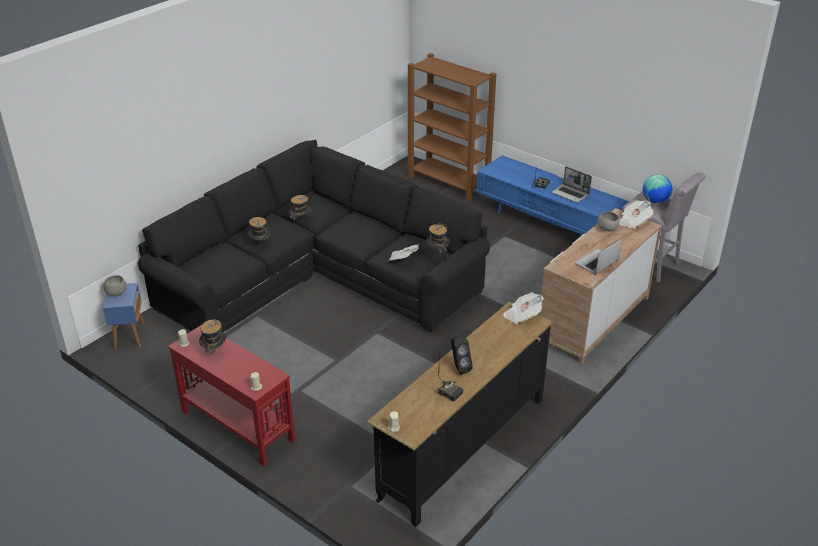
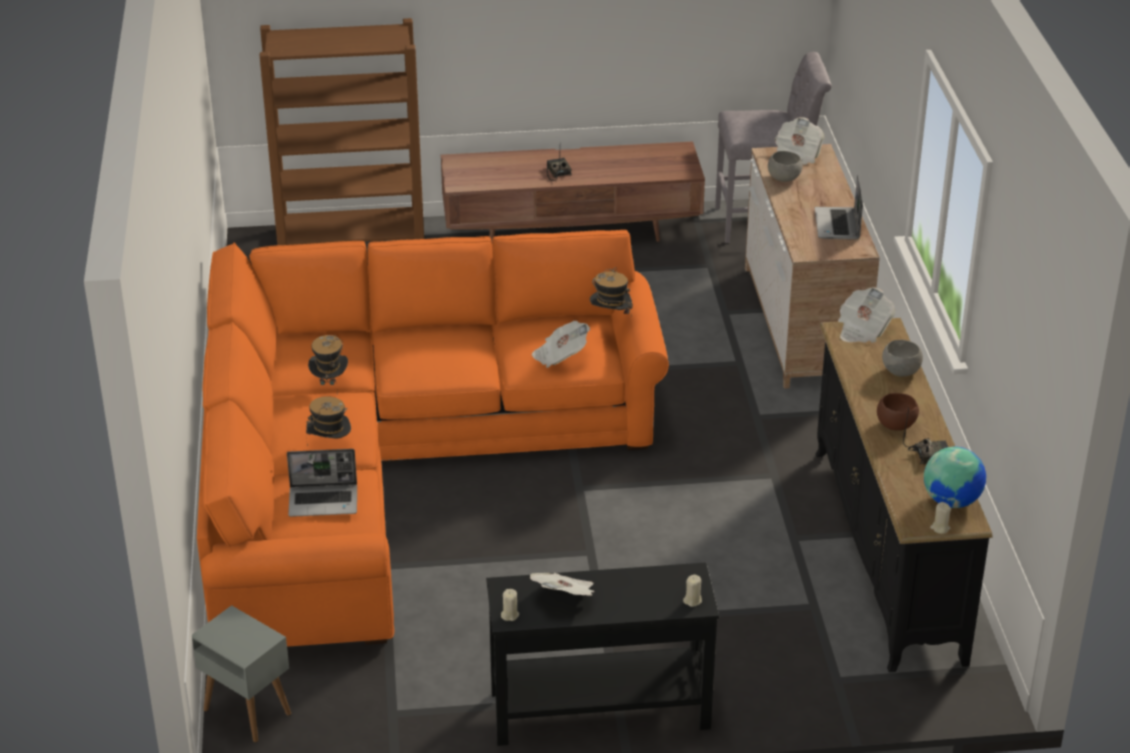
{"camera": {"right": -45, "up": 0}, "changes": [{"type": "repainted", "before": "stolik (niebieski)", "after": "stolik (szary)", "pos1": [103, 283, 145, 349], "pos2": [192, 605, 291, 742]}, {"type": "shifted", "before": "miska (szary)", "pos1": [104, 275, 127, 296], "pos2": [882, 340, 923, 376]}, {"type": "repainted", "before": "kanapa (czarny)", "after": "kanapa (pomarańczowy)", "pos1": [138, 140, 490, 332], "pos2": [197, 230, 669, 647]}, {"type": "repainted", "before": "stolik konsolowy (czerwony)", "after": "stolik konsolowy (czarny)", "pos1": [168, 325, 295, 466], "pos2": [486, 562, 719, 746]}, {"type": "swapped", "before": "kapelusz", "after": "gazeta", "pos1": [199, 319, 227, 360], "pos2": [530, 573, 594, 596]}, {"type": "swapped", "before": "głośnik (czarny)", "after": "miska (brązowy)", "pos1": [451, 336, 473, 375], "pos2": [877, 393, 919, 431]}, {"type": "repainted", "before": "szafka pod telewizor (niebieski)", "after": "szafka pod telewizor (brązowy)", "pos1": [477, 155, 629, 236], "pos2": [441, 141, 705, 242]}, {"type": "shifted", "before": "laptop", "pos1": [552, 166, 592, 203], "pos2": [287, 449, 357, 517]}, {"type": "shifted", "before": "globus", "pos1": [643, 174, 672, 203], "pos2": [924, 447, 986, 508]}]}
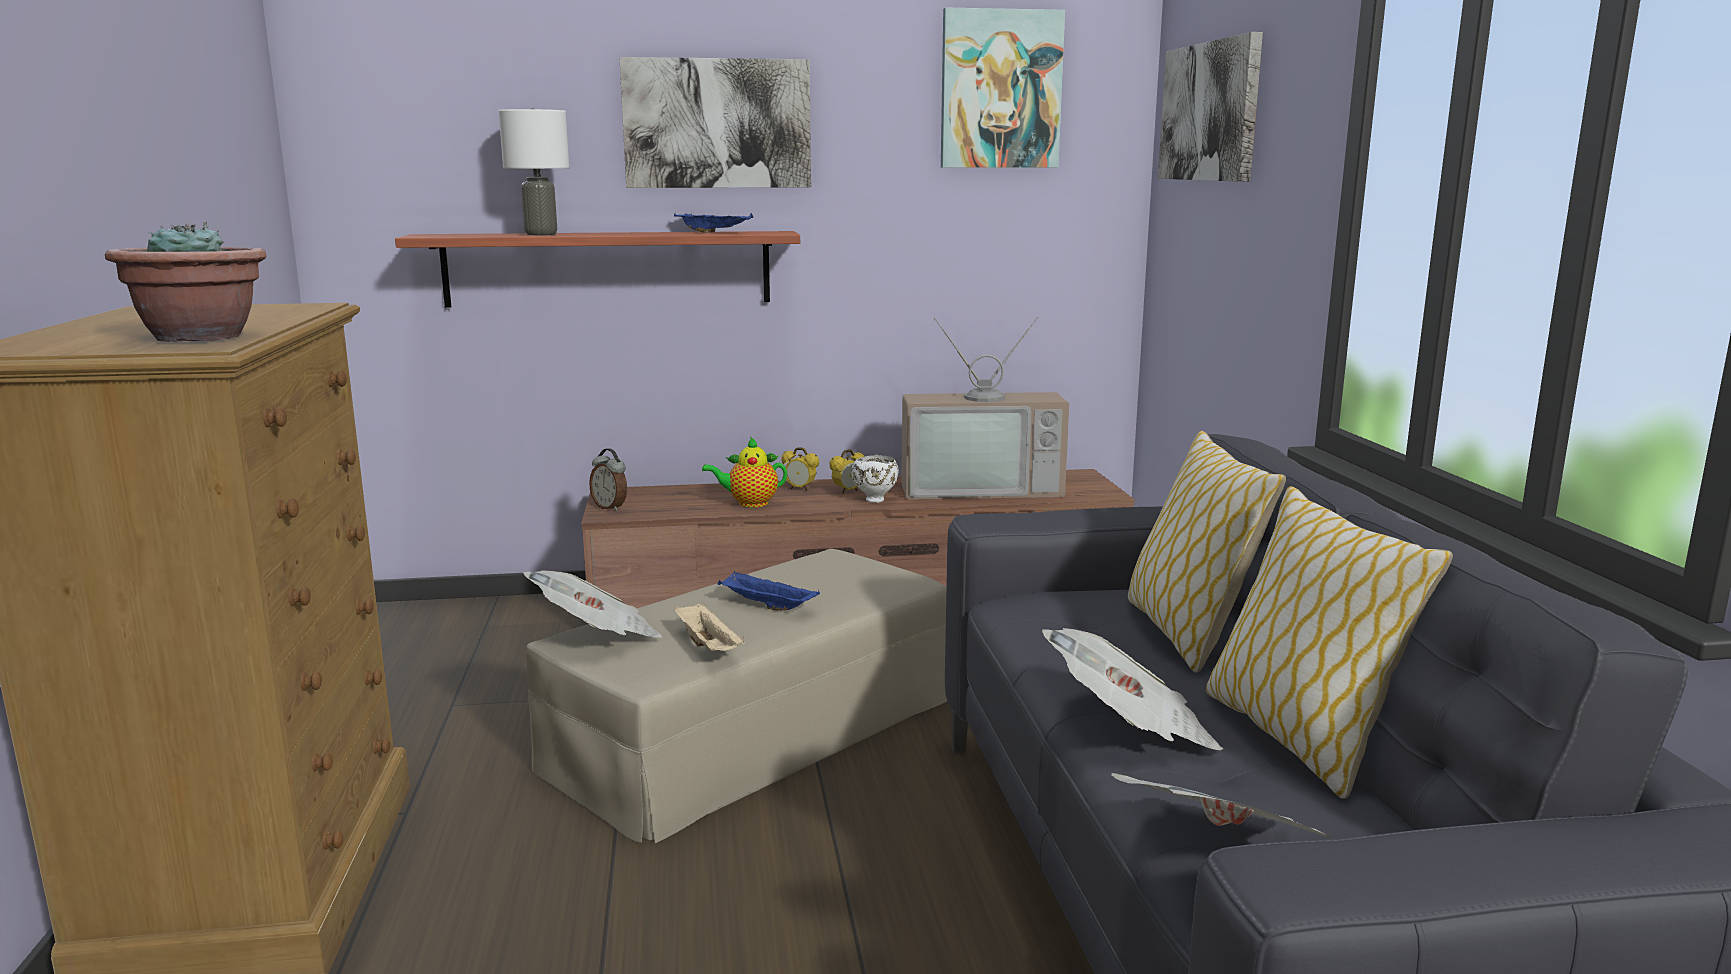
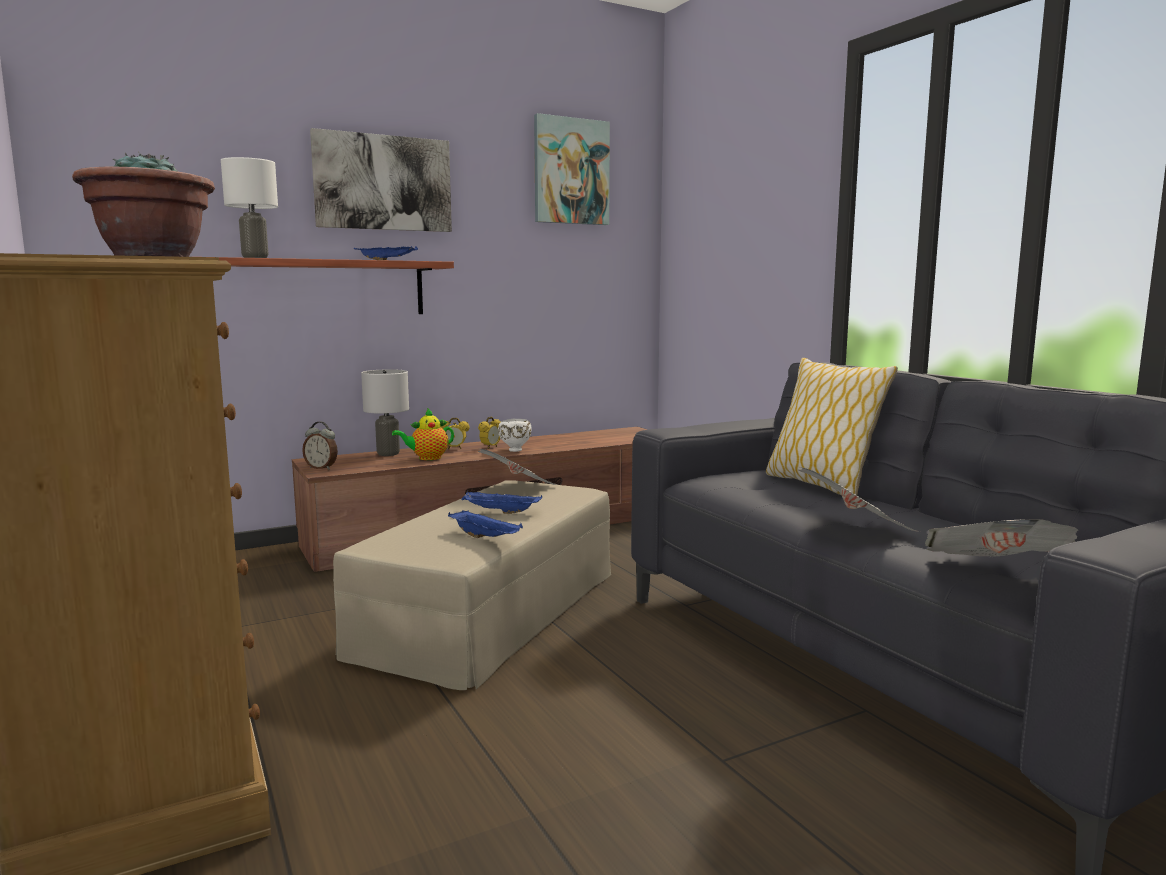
{"camera": {"right": -20, "up": -5}, "changes": [{"type": "shifted", "before": "gazeta", "pos1": [523, 571, 664, 638], "pos2": [478, 449, 559, 485]}, {"type": "repainted", "before": "taca (beżowy)", "after": "taca (niebieski)", "pos1": [675, 604, 745, 651], "pos2": [448, 510, 523, 538]}, {"type": "gone", "before": "telewizor", "pos1": [902, 317, 1069, 500]}, {"type": "gone", "before": "obraz", "pos1": [1158, 32, 1263, 182]}, {"type": "gone", "before": "poduszka", "pos1": [1206, 486, 1453, 799]}, {"type": "new", "after": "lampa stołowa (biały)", "pos2": [361, 369, 409, 456]}]}
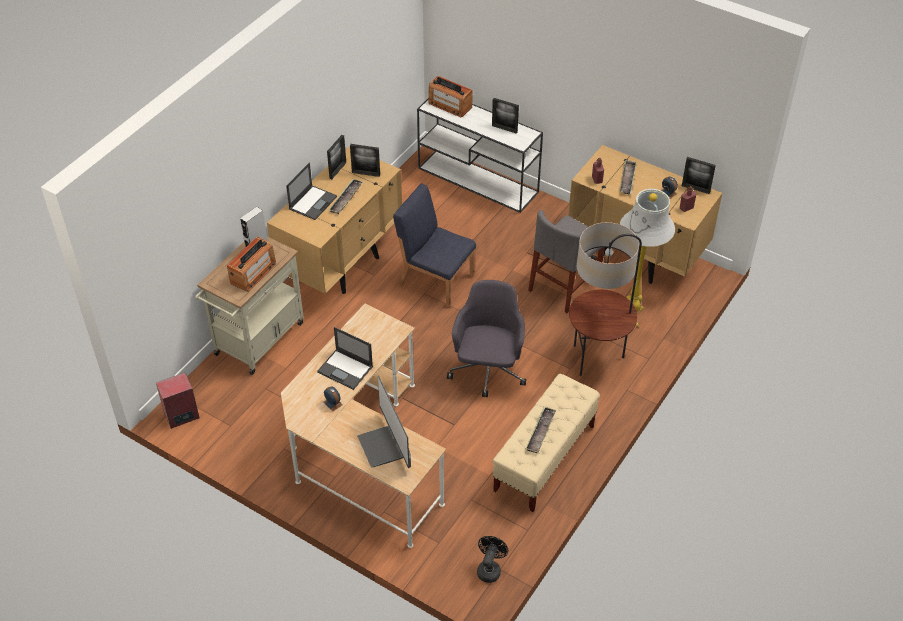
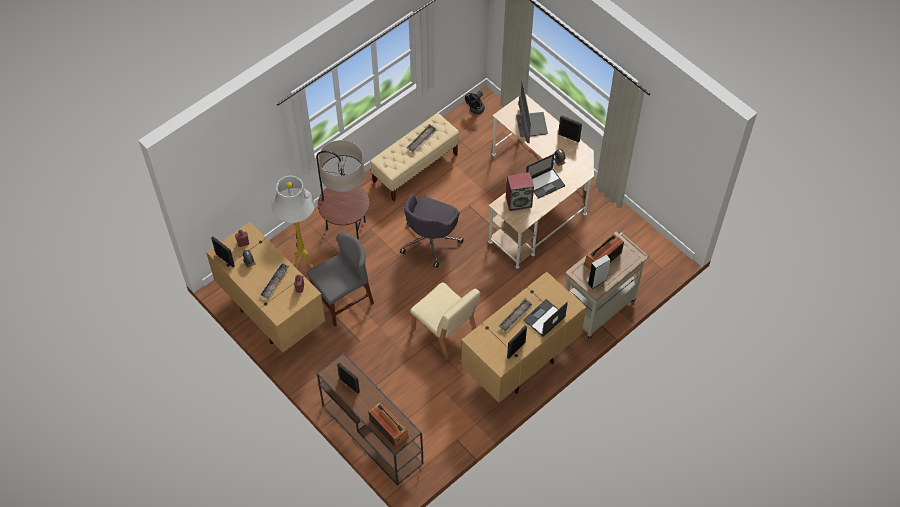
{"camera": {"right": -165, "up": 10}, "changes": [{"type": "shifted", "before": "głośnik", "pos1": [156, 372, 200, 429], "pos2": [506, 172, 534, 211]}, {"type": "rotated", "before": "laptop", "pos1": [317, 327, 373, 390], "pos2": [526, 154, 565, 199], "turn": 105}, {"type": "shifted", "before": "ramka na zdjęcie", "pos1": [350, 144, 380, 177], "pos2": [558, 115, 582, 143]}, {"type": "repainted", "before": "krzesło (niebieski)", "after": "krzesło (beżowy)", "pos1": [393, 183, 476, 307], "pos2": [410, 282, 480, 360]}, {"type": "repainted", "before": "stolik konsolowy (biały)", "after": "stolik konsolowy (brązowy)", "pos1": [417, 99, 543, 213], "pos2": [317, 352, 423, 486]}]}
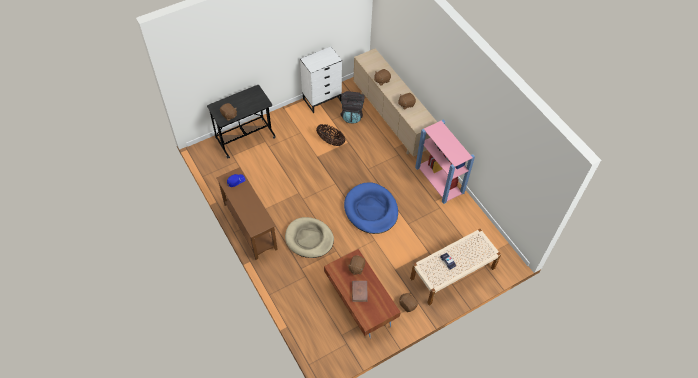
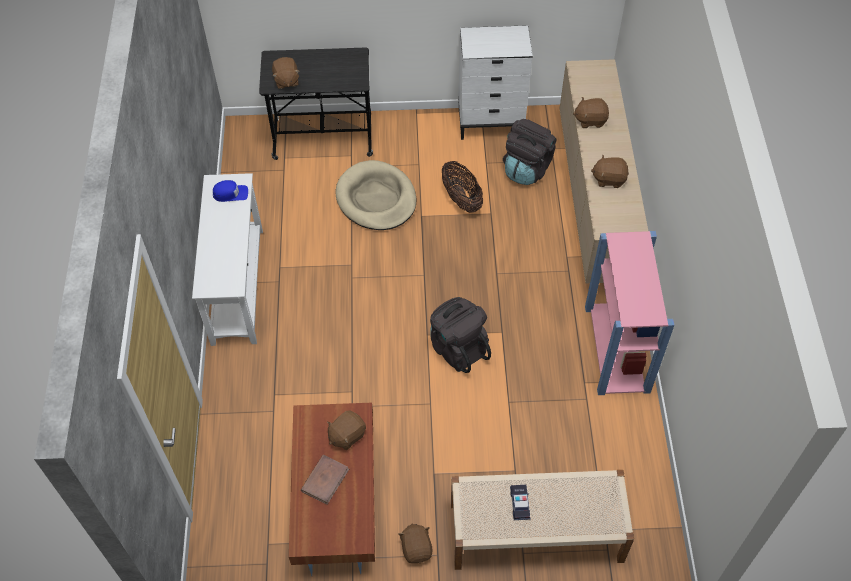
{"camera": {"right": 30, "up": 0}, "changes": [{"type": "repainted", "before": "stolik konsolowy (brązowy)", "after": "stolik konsolowy (biały)", "pos1": [216, 167, 278, 260], "pos2": [192, 173, 263, 346]}, {"type": "shifted", "before": "legowisko (beżowy)", "pos1": [285, 217, 334, 258], "pos2": [335, 160, 416, 230]}, {"type": "swapped", "before": "legowisko (niebieski)", "after": "plecak (czarny)", "pos1": [344, 183, 398, 234], "pos2": [430, 297, 491, 373]}]}
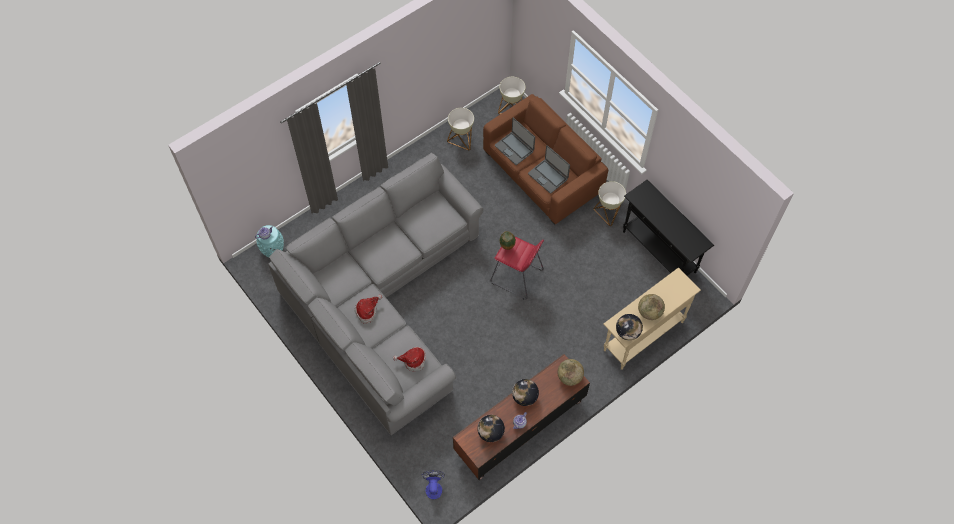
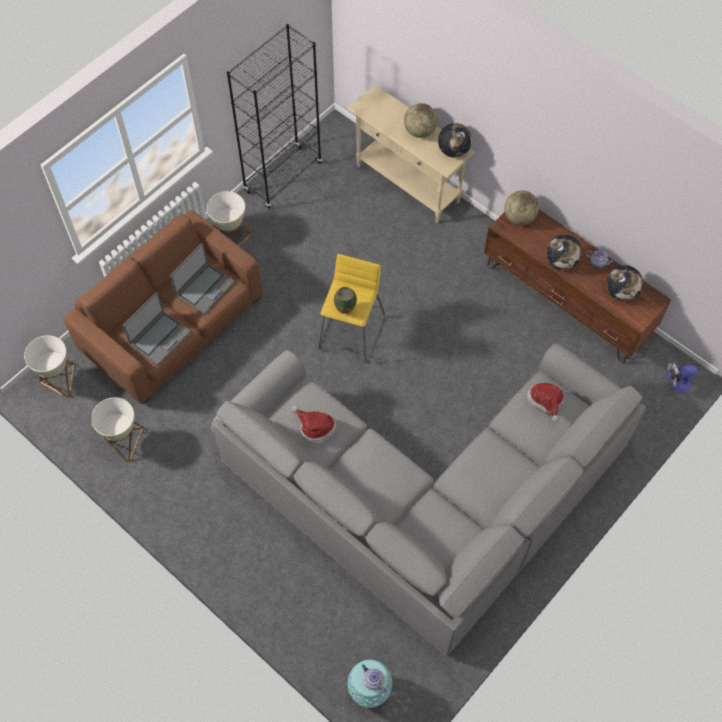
{"camera": {"right": -100, "up": 0}, "changes": [{"type": "shifted", "before": "kapelusz", "pos1": [355, 295, 382, 324], "pos2": [292, 406, 337, 446]}, {"type": "repainted", "before": "stołek (czerwony)", "after": "stołek (żółty)", "pos1": [490, 237, 544, 300], "pos2": [318, 254, 385, 363]}, {"type": "swapped", "before": "stolik konsolowy (czarny)", "after": "regał (czarny)", "pos1": [623, 180, 714, 276], "pos2": [227, 24, 322, 209]}]}
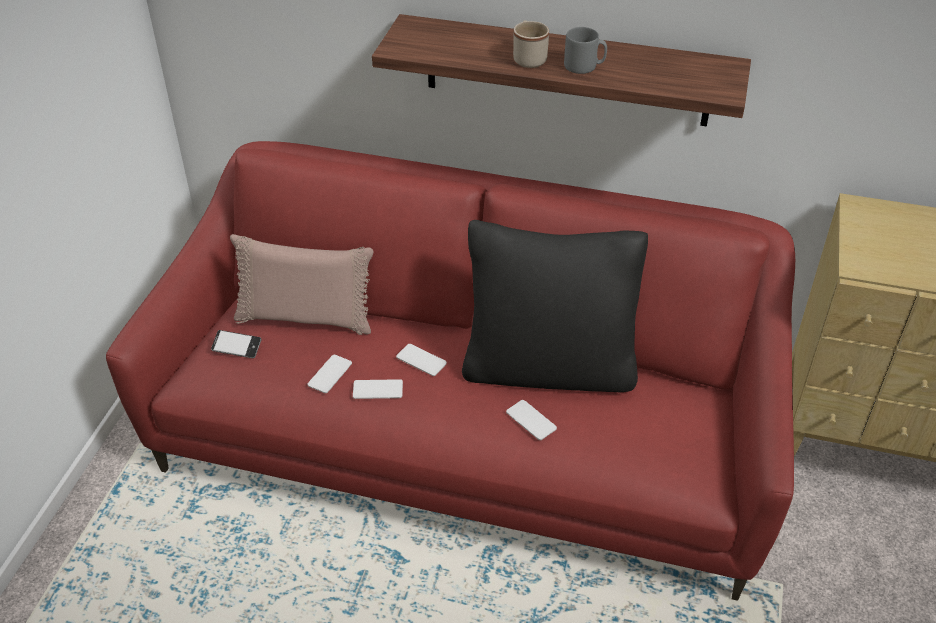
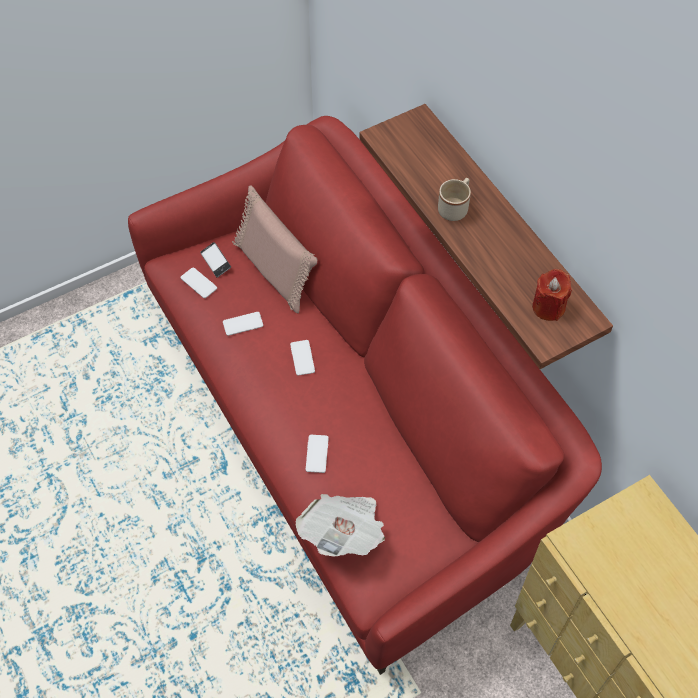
{"camera": {"right": 45, "up": 15}, "changes": [{"type": "shifted", "before": "telefon", "pos1": [353, 379, 403, 399], "pos2": [181, 267, 217, 298]}, {"type": "gone", "before": "poduszka (czarny)", "pos1": [462, 220, 648, 392]}, {"type": "gone", "before": "kubek (szary)", "pos1": [564, 27, 607, 74]}, {"type": "new", "after": "gazeta", "pos2": [295, 494, 385, 557]}, {"type": "new", "after": "świeca (czerwony)", "pos2": [532, 269, 572, 321]}]}
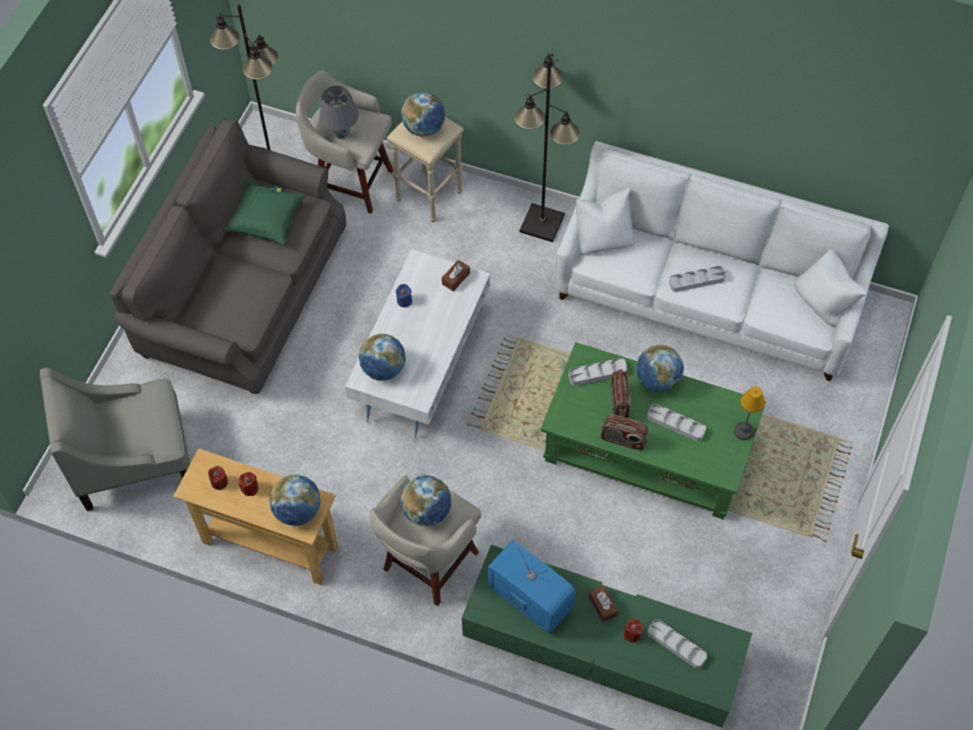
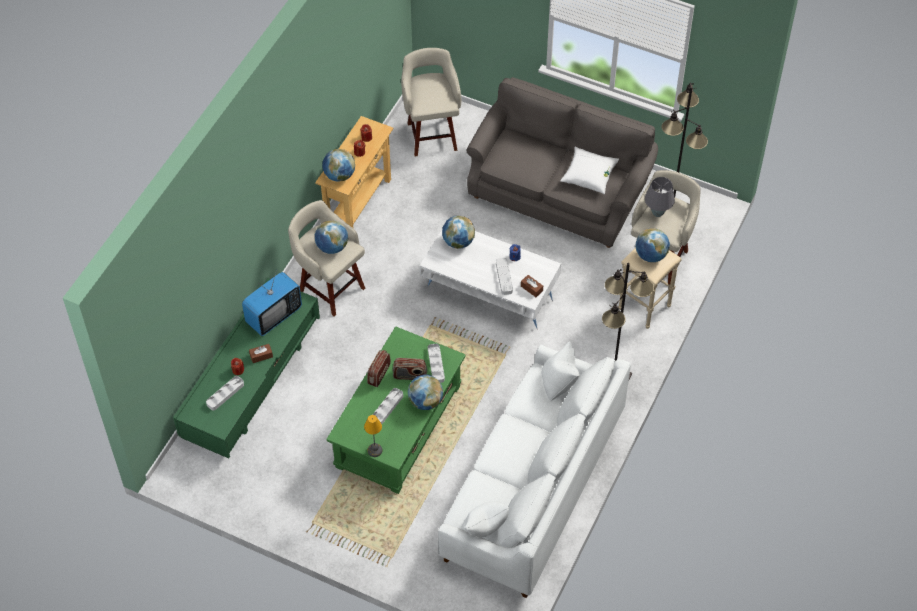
{"camera": {"right": 95, "up": -5}, "changes": [{"type": "swapped", "before": "fotel (szary)", "after": "stołek (beżowy)", "pos1": [40, 368, 190, 511], "pos2": [401, 48, 461, 157]}, {"type": "repainted", "before": "poduszka (zielony)", "after": "poduszka (biały)", "pos1": [223, 180, 306, 246], "pos2": [560, 146, 619, 194]}, {"type": "shifted", "before": "taca (szary)", "pos1": [669, 266, 726, 292], "pos2": [496, 258, 513, 295]}]}
